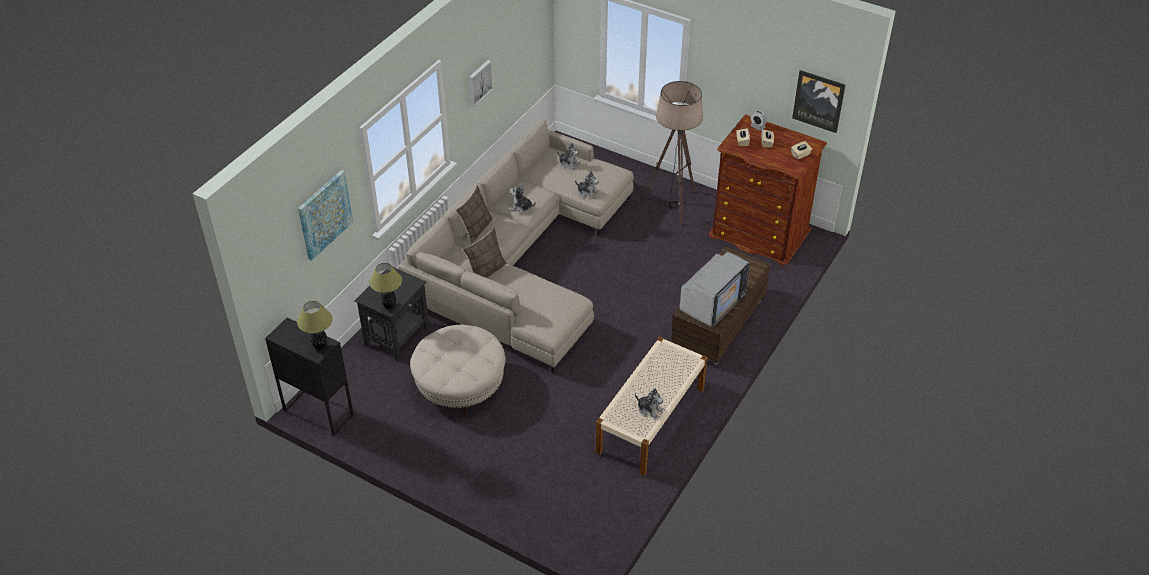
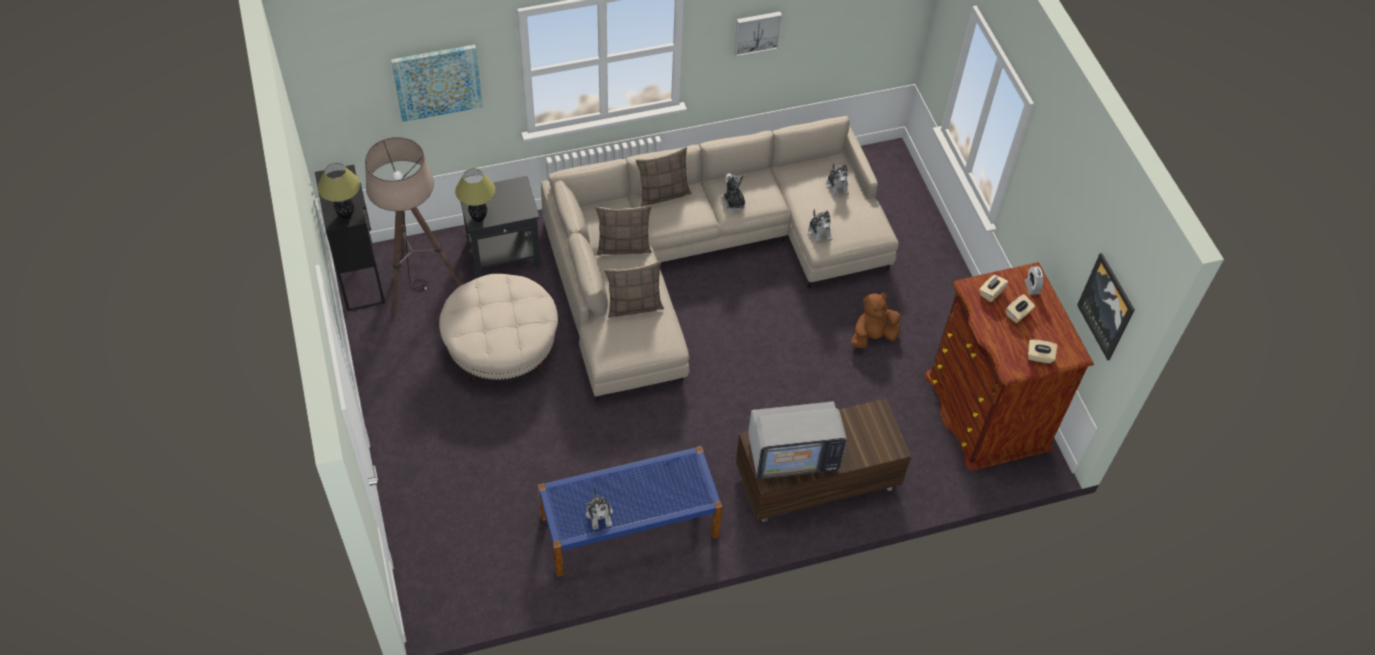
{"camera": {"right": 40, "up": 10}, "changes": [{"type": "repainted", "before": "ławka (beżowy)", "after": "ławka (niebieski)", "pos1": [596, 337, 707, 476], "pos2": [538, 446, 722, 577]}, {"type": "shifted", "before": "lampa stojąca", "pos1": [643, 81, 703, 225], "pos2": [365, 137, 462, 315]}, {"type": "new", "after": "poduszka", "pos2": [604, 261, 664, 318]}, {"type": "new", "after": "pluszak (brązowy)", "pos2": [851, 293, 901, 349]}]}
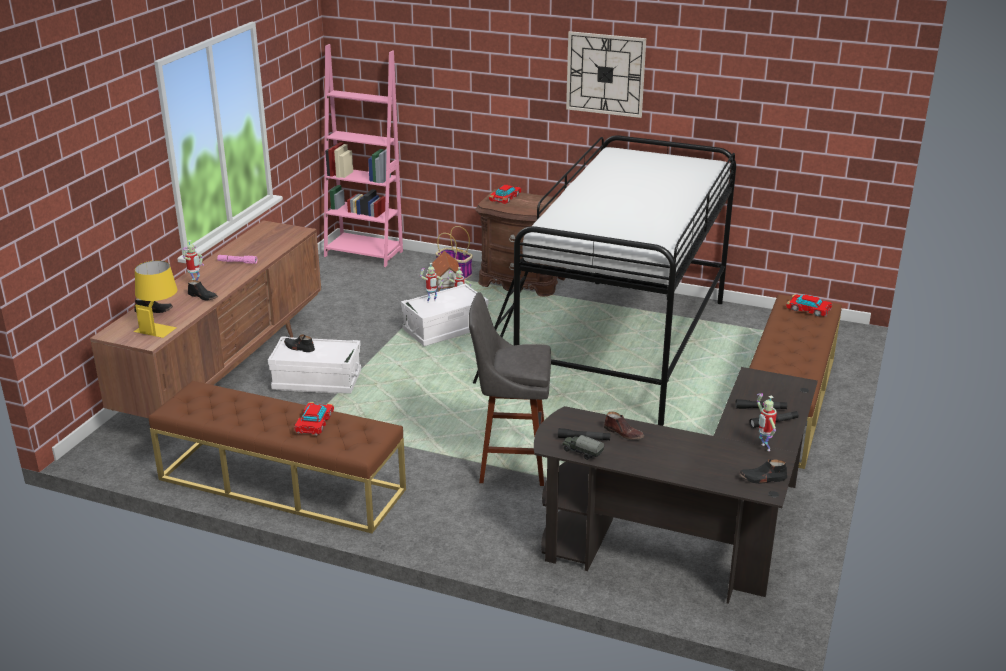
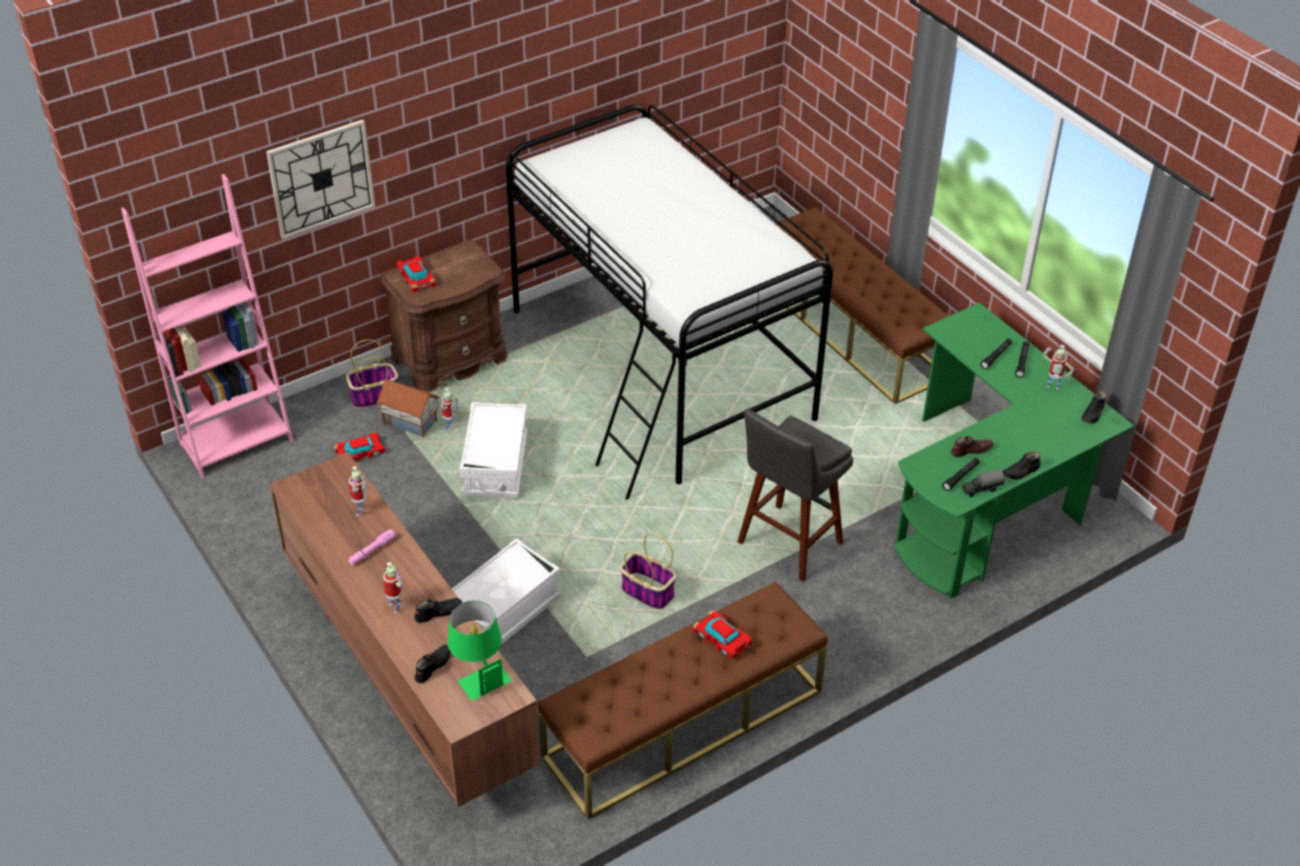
{"camera": {"right": -55, "up": 15}, "changes": [{"type": "repainted", "before": "lampa stołowa (żółty)", "after": "lampa stołowa (zielony)", "pos1": [134, 261, 177, 338], "pos2": [448, 601, 512, 701]}, {"type": "shifted", "before": "but (czarny)", "pos1": [284, 334, 315, 352], "pos2": [1002, 452, 1040, 480]}, {"type": "shifted", "before": "robot zabawkowy", "pos1": [420, 263, 443, 303], "pos2": [349, 466, 368, 516]}, {"type": "repainted", "before": "biurko (czarny)", "after": "biurko (zielony)", "pos1": [534, 367, 818, 604], "pos2": [894, 303, 1134, 599]}, {"type": "shifted", "before": "zegar ścienny", "pos1": [566, 31, 646, 118], "pos2": [266, 119, 375, 240]}, {"type": "shifted", "before": "samochodzik", "pos1": [786, 294, 832, 317], "pos2": [334, 433, 386, 462]}, {"type": "new", "after": "koszyk", "pos2": [620, 533, 676, 609]}]}
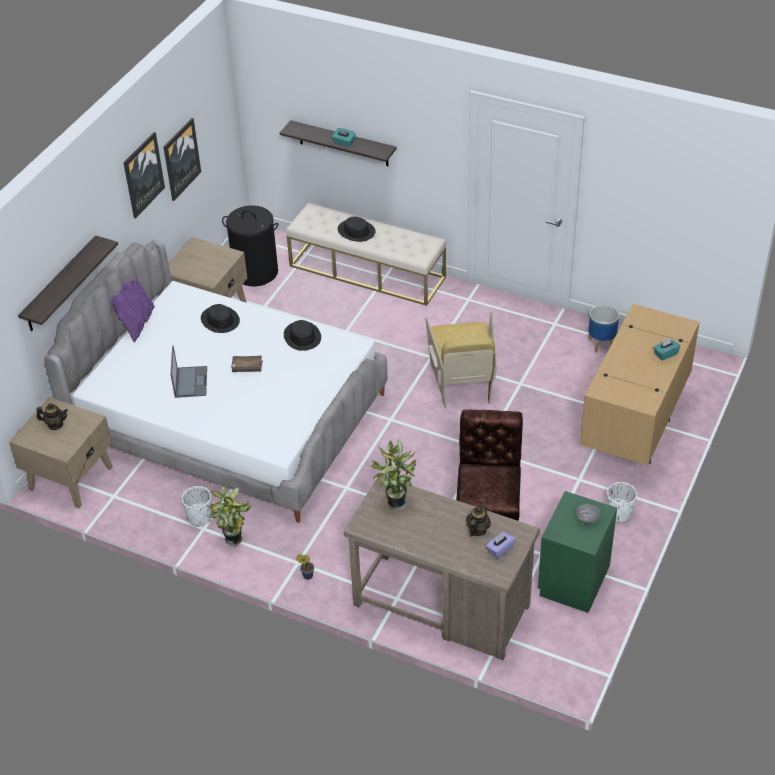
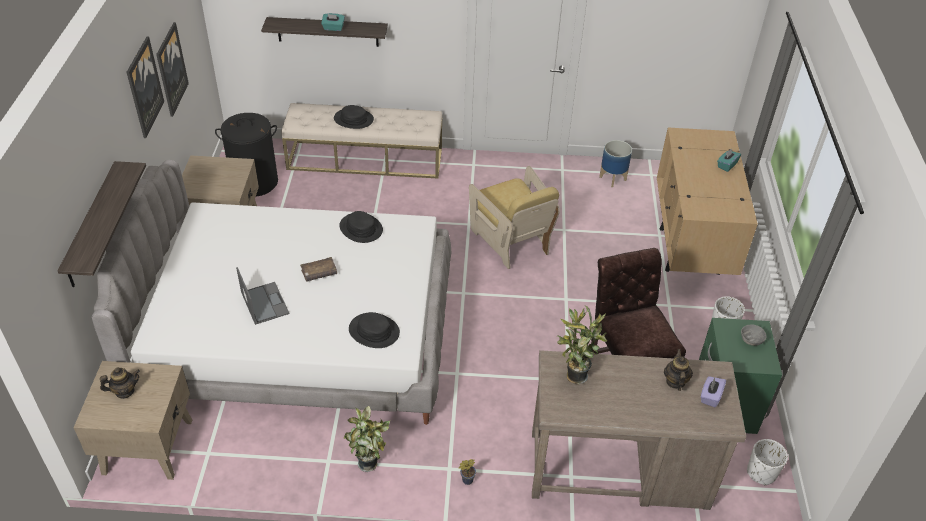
{"camera": {"right": -25, "up": 0}, "changes": [{"type": "gone", "before": "poduszka (fioletowy)", "pos1": [110, 275, 155, 343]}, {"type": "shifted", "before": "donica (biały)", "pos1": [182, 486, 213, 526], "pos2": [747, 439, 788, 485]}, {"type": "shifted", "before": "kapelusz (czarny)", "pos1": [201, 304, 240, 333], "pos2": [349, 312, 400, 348]}]}
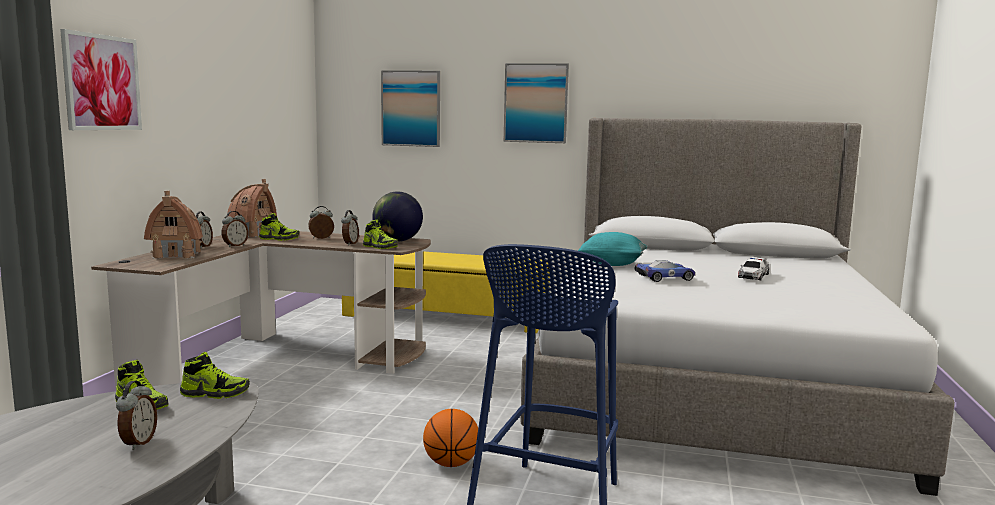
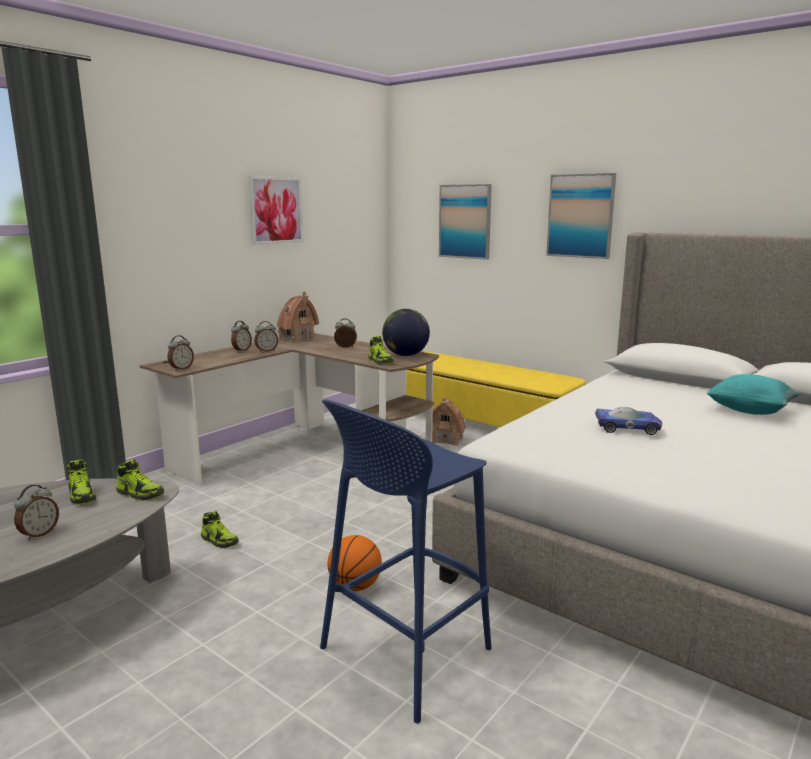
{"camera": {"right": 25, "up": 5}, "changes": [{"type": "shifted", "before": "obraz", "pos1": [60, 29, 142, 130], "pos2": [248, 176, 304, 245]}, {"type": "shifted", "before": "domek", "pos1": [144, 191, 203, 259], "pos2": [432, 398, 465, 446]}, {"type": "shifted", "before": "but", "pos1": [259, 213, 299, 241], "pos2": [201, 510, 239, 548]}, {"type": "shifted", "before": "budzik", "pos1": [341, 210, 359, 245], "pos2": [168, 335, 194, 371]}, {"type": "shifted", "before": "poduszka (turkusowy)", "pos1": [578, 232, 647, 266], "pos2": [706, 374, 800, 415]}, {"type": "gone", "before": "samochodzik", "pos1": [738, 257, 769, 280]}]}
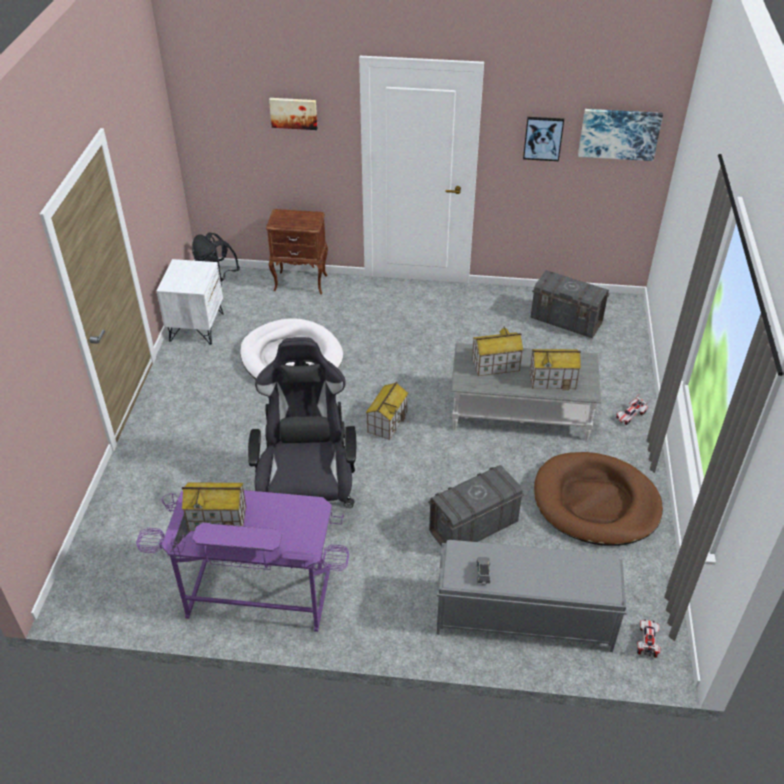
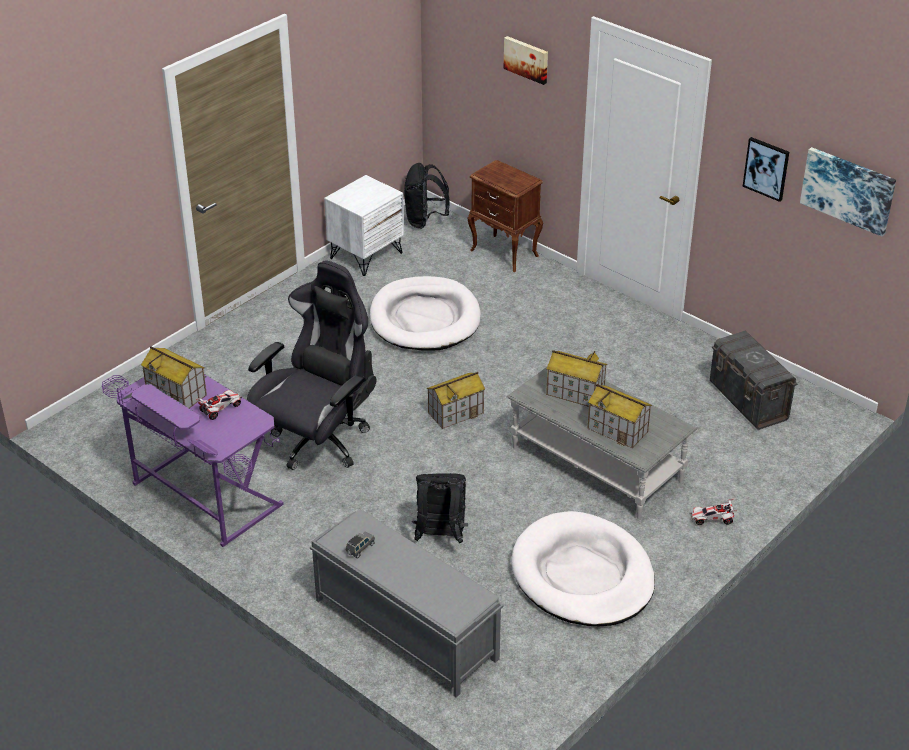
{"camera": {"right": 35, "up": -5}, "changes": [{"type": "swapped", "before": "pojemnik do przechowywania (szary)", "after": "plecak (czarny)", "pos1": [428, 465, 524, 546], "pos2": [412, 473, 468, 543]}, {"type": "repainted", "before": "legowisko (brązowy)", "after": "legowisko (biały)", "pos1": [534, 452, 663, 546], "pos2": [511, 511, 655, 626]}, {"type": "shifted", "before": "samochodzik", "pos1": [637, 619, 660, 658], "pos2": [196, 390, 242, 420]}]}
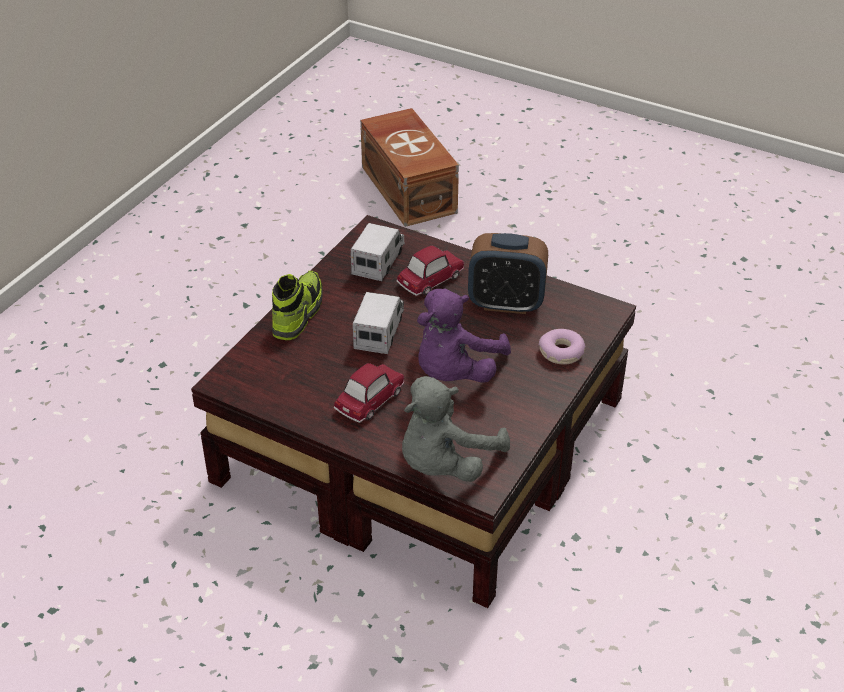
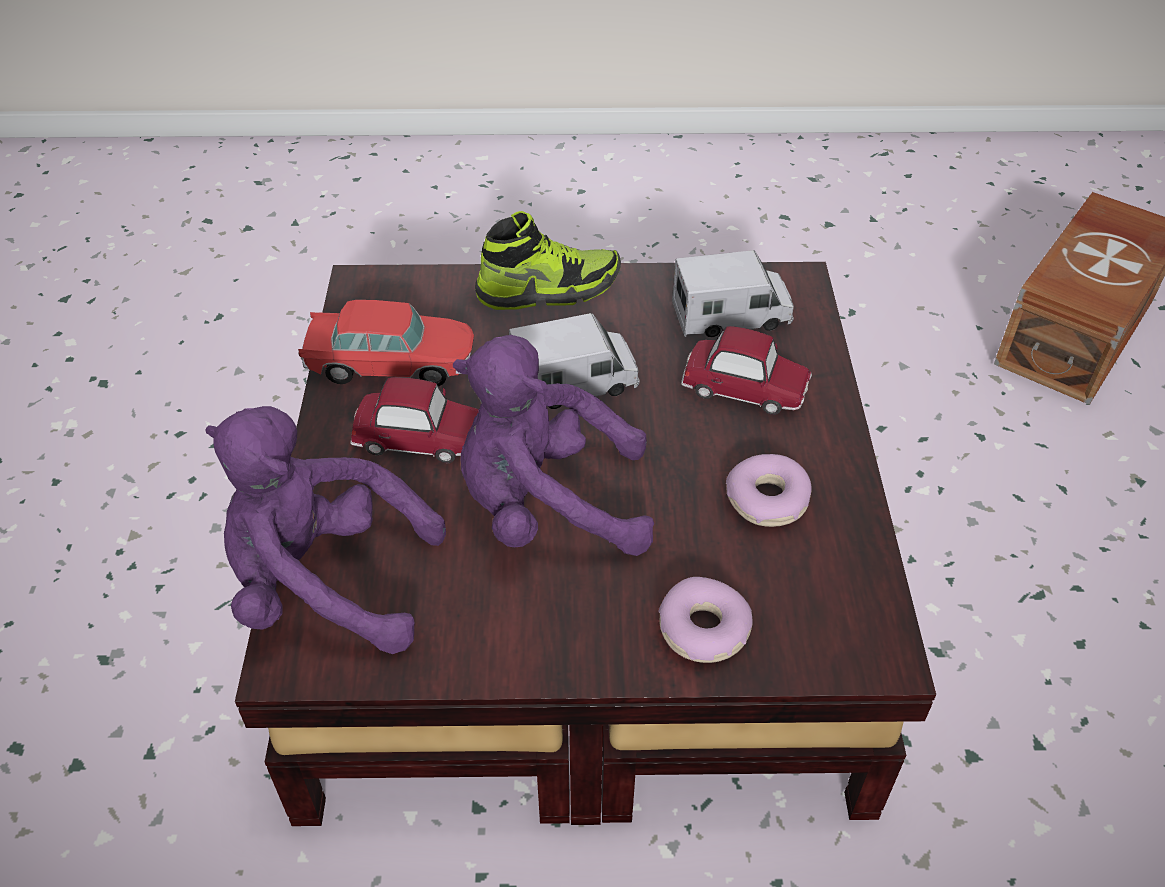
{"camera": {"right": 60, "up": 5}, "changes": [{"type": "repainted", "before": "pluszak (szary)", "after": "pluszak (fioletowy)", "pos1": [402, 376, 510, 482], "pos2": [205, 406, 446, 654]}, {"type": "swapped", "before": "budzik", "after": "donut", "pos1": [468, 233, 548, 314], "pos2": [726, 454, 812, 527]}, {"type": "new", "after": "samochodzik", "pos2": [298, 300, 474, 386]}]}
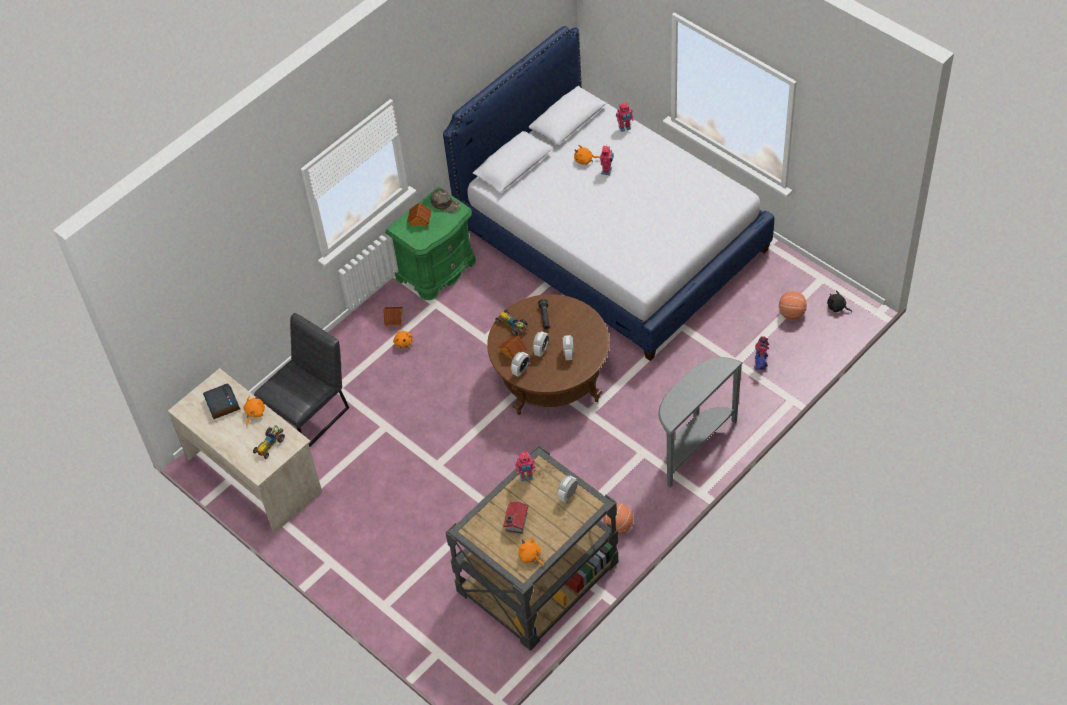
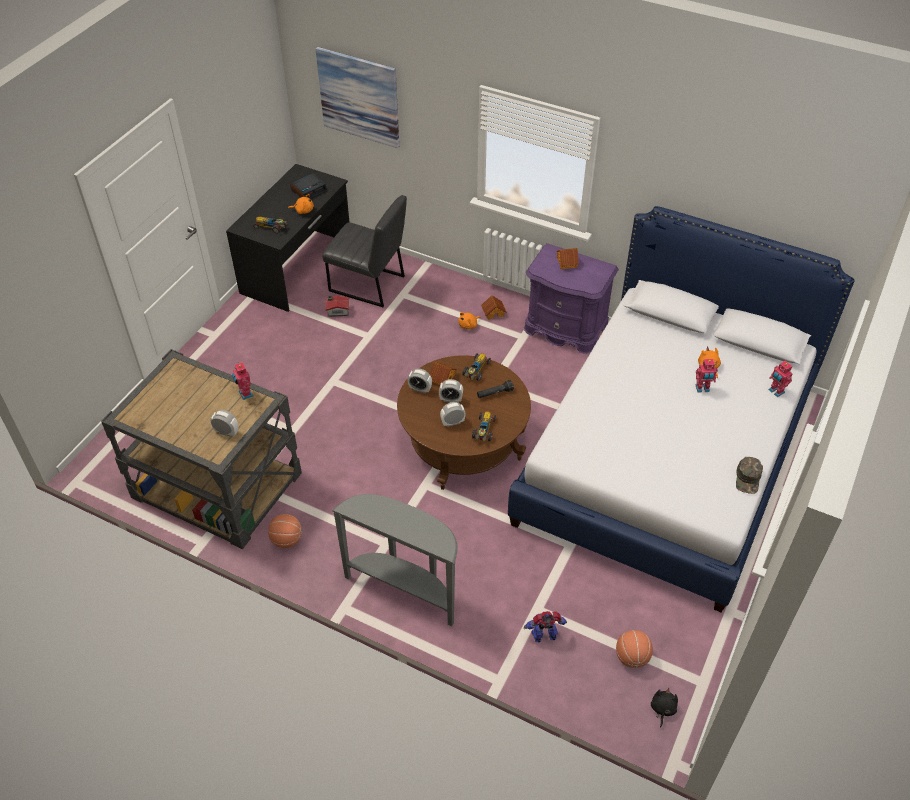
{"camera": {"right": 70, "up": -5}, "changes": [{"type": "repainted", "before": "biurko (beżowy)", "after": "biurko (czarny)", "pos1": [168, 368, 322, 534], "pos2": [226, 164, 349, 312]}, {"type": "repainted", "before": "szafka nocna (zielony)", "after": "szafka nocna (fioletowy)", "pos1": [385, 187, 476, 300], "pos2": [524, 243, 619, 354]}, {"type": "shifted", "before": "czapka z daszkiem (zielony)", "pos1": [430, 189, 461, 213], "pos2": [736, 457, 763, 494]}, {"type": "shifted", "before": "domek", "pos1": [503, 501, 529, 534], "pos2": [325, 295, 349, 317]}, {"type": "gone", "before": "pluszak (pomarańczowy)", "pos1": [518, 537, 544, 566]}, {"type": "new", "after": "obraz", "pos2": [316, 47, 399, 148]}, {"type": "new", "after": "samochodzik", "pos2": [472, 411, 496, 442]}]}
